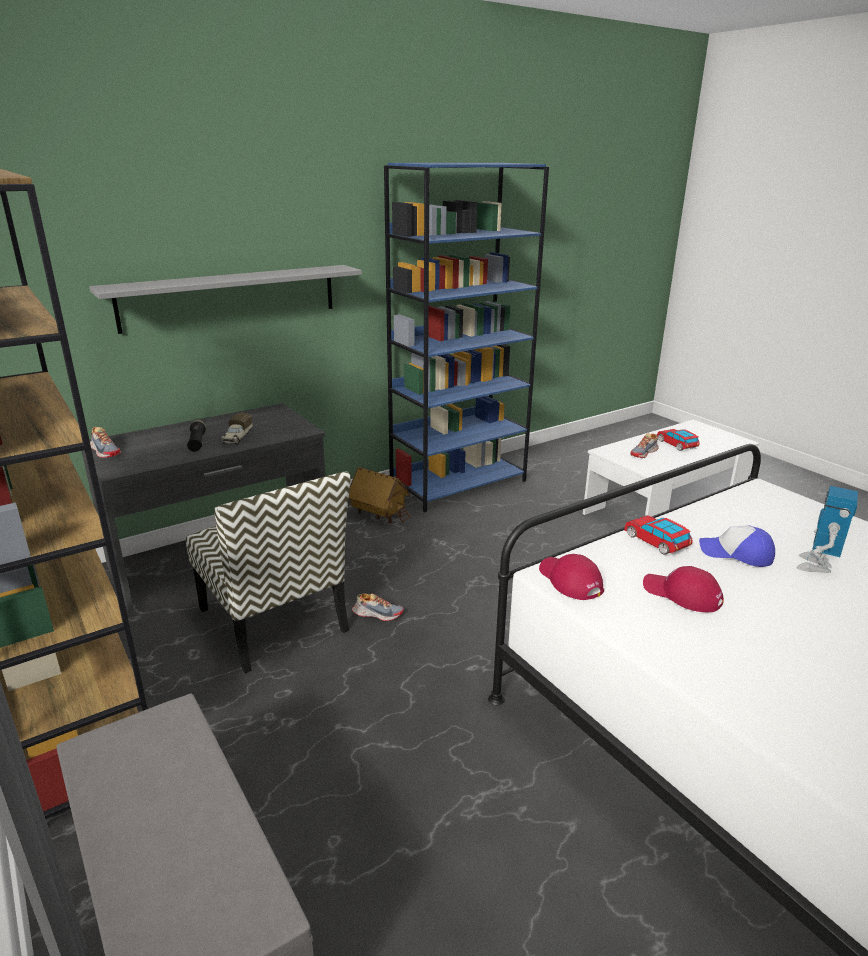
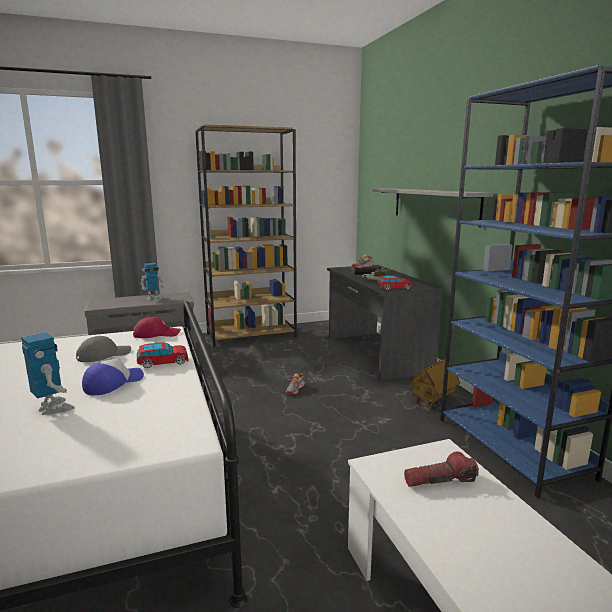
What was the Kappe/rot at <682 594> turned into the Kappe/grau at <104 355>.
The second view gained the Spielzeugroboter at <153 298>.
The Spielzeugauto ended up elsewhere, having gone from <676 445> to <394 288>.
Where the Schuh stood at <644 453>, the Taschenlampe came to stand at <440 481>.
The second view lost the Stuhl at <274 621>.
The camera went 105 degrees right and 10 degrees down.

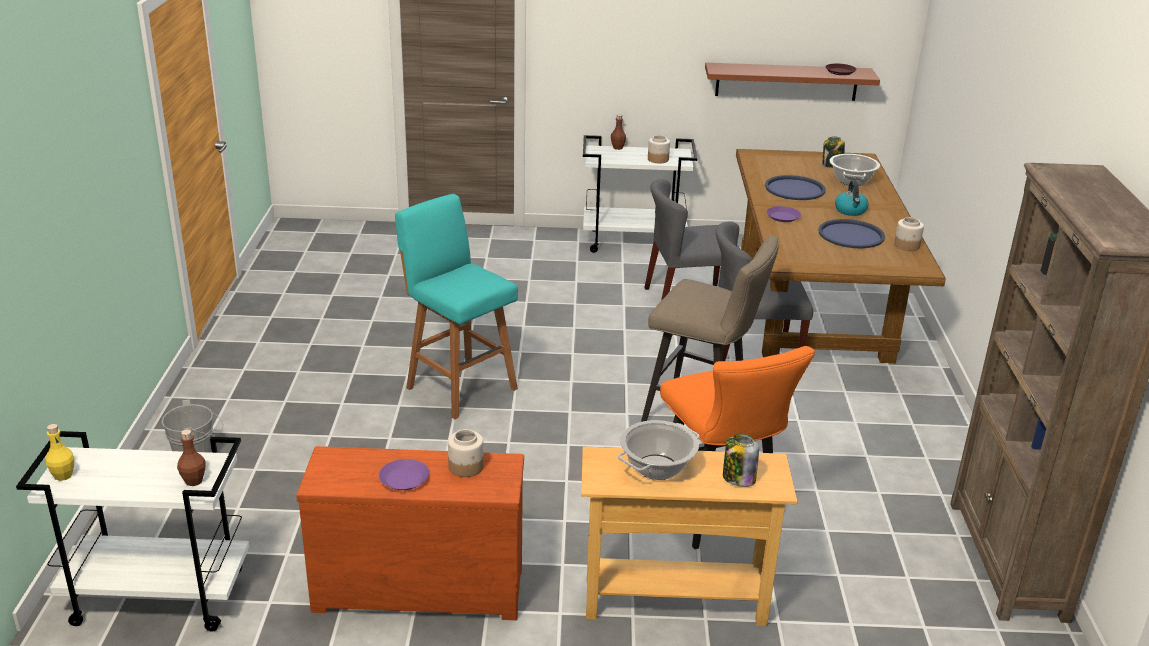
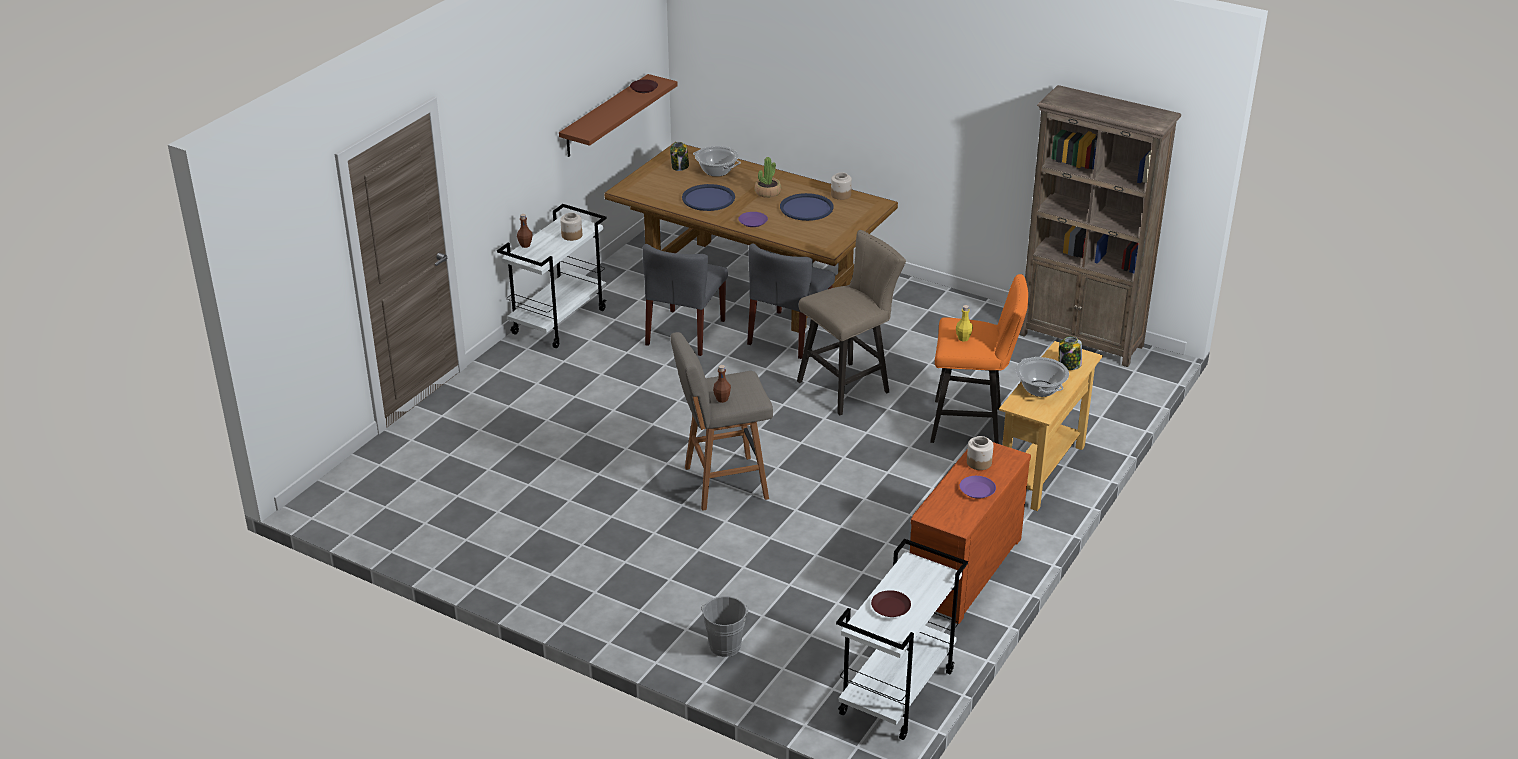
What was the Hocker/türkis at <459 387> turned into the Hocker/grau at <722 483>.
The Flasche/braun ended up elsewhere, having gone from <194 481> to <722 399>.
Where the Wasserkessel stood at <850 211>, the Topfpflanze came to stand at <767 192>.
The second view gained the Teller/braun at <891 607>.
The Flasche/gelb ended up elsewhere, having gone from <63 475> to <963 338>.
The camera went 60 degrees left and 5 degrees up.

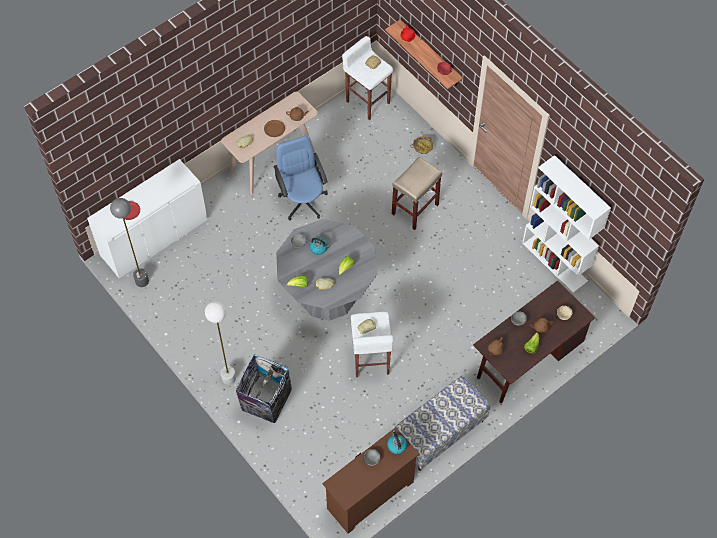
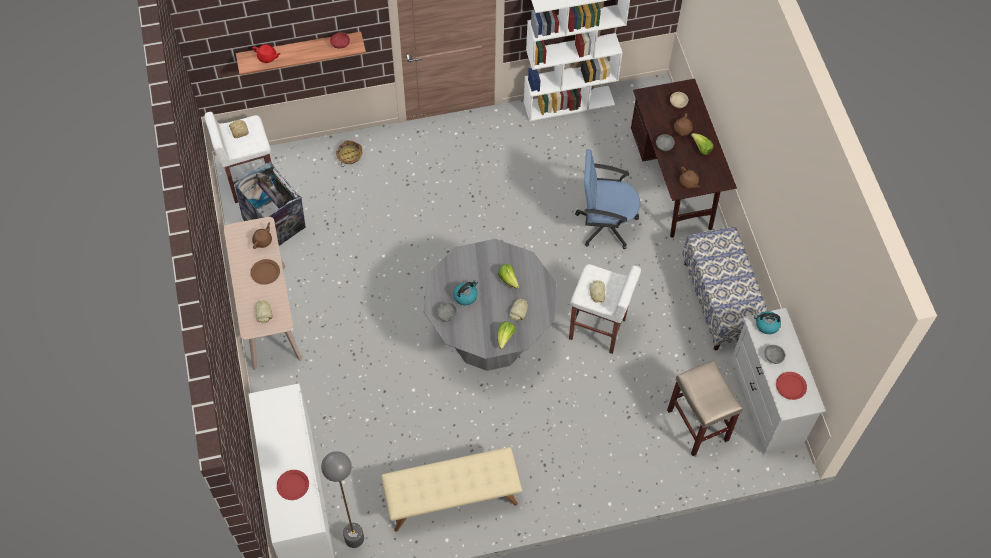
The Mülleimer ended up elsewhere, having gone from <266 401> to <275 226>.
The second view gained the Bank/beige at <452 499>.
The Bürostuhl/blau ended up elsewhere, having gone from <303 201> to <605 224>.
The Hocker/beige ended up elsewhere, having gone from <415 208> to <696 425>.
What was the Kommode/braun at <370 495> turned into the Kommode/weiß at <765 403>.
The second view gained the Teller/rot at <791 386>.
The second view lost the Stehlampe/weiß at <228 378>.
The camera went 65 degrees left and 0 degrees up.

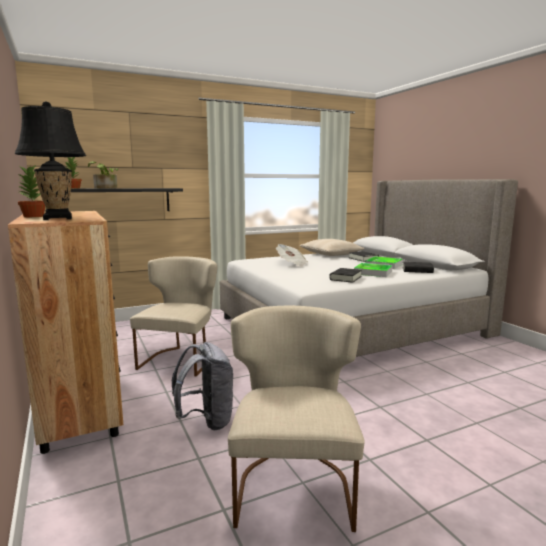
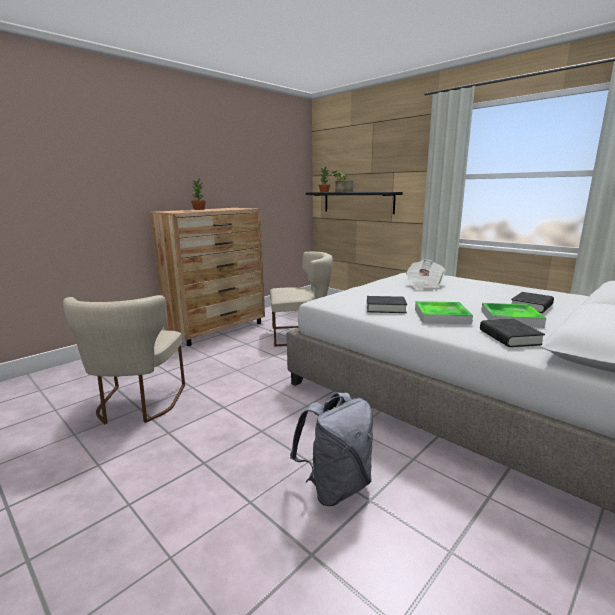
The Stuhl/beige at <293 484> ended up facing another way, 105 degrees clockwise from before.
The Rucksack/grau ended up elsewhere, having gone from <206 421> to <335 487>.
The second view lost the Tischlampe/schwarz at <58 218>.
The second view lost the Kissen/beige at <331 254>.
The camera went 70 degrees right and 5 degrees up.

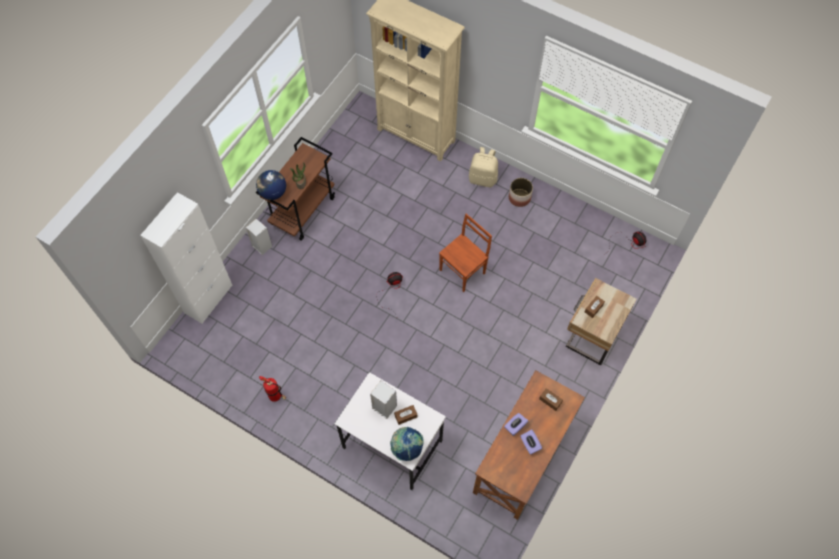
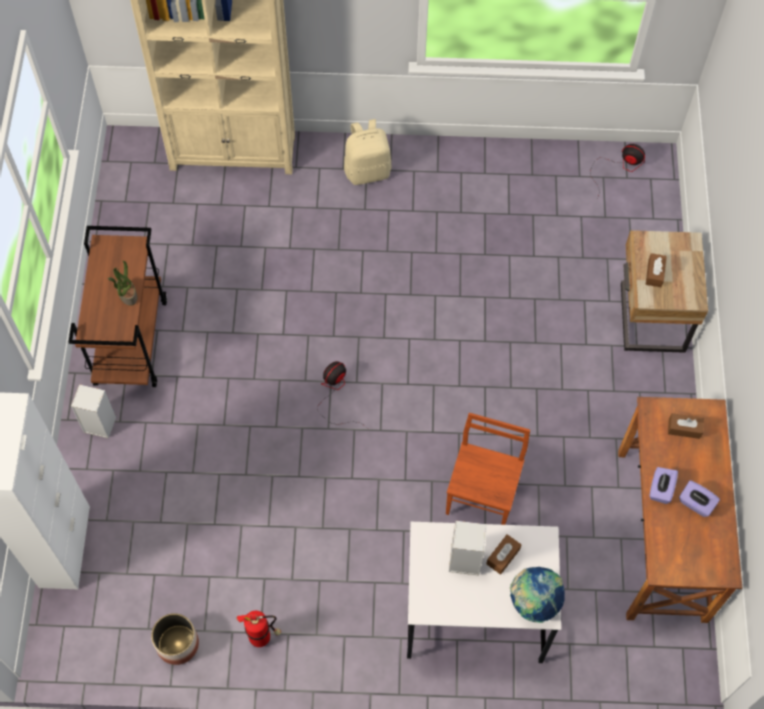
The Pflanzkübel ended up elsewhere, having gone from <519 198> to <178 644>.
The Stuhl/braun ended up elsewhere, having gone from <463 271> to <482 497>.
The second view lost the Globus at <273 193>.
The camera went 30 degrees left and 0 degrees up.

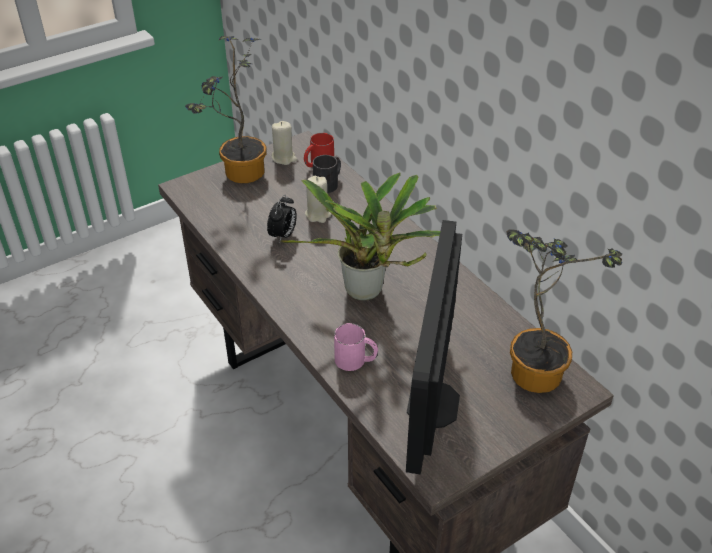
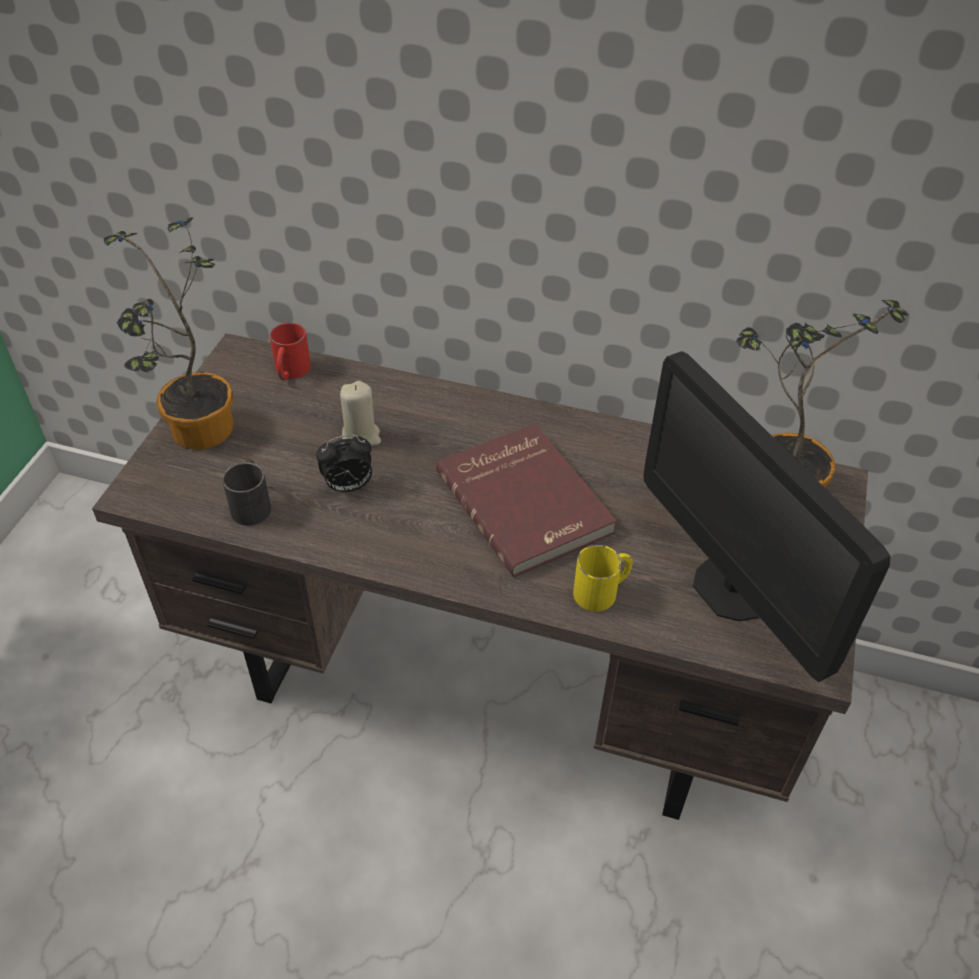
The Henkelbecher/schwarz ended up elsewhere, having gone from <329 183> to <252 503>.
The Wecker at <283 235> ended up facing another way, 90 degrees clockwise from before.
Where the Topfpflanze stood at <368 293>, the Buch/rot came to stand at <526 501>.
What was the Henkelbecher/rosa at <356 360> turned into the Henkelbecher/gelb at <602 590>.
The second view lost the Kerze/beige at <284 158>.
The camera went 40 degrees left and 5 degrees up.

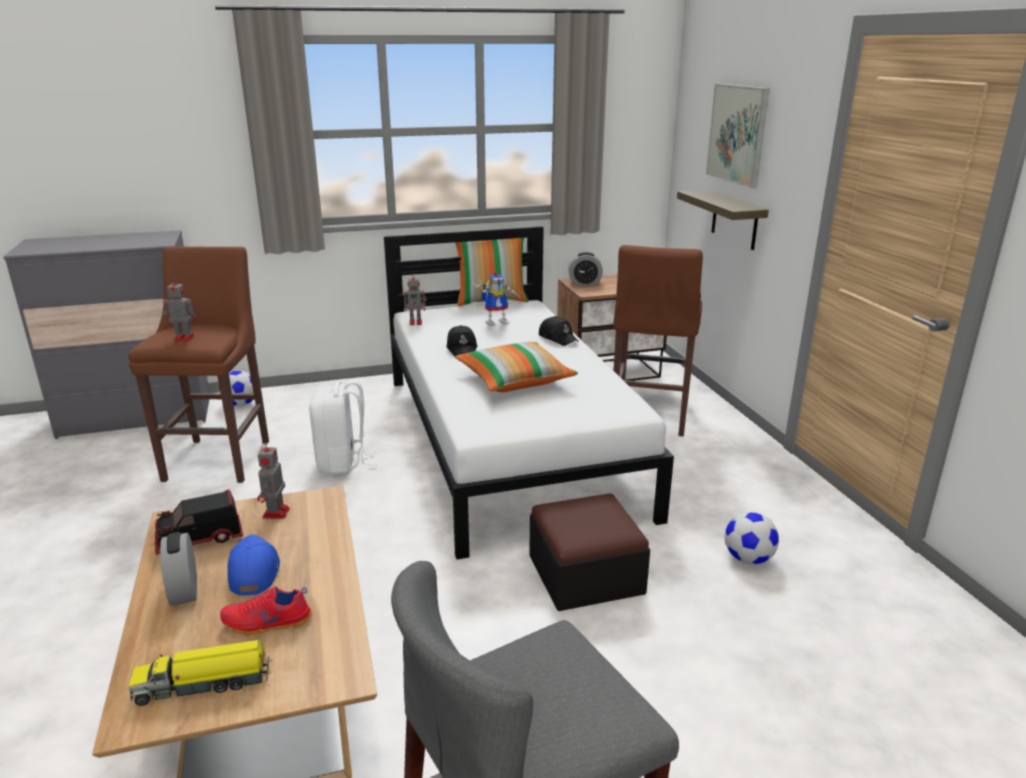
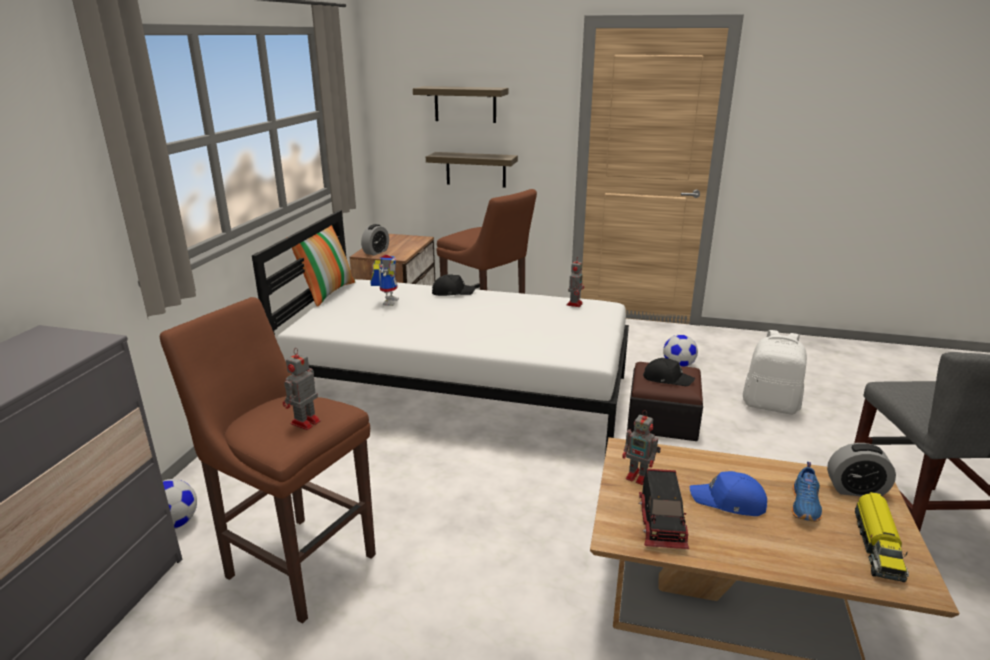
Where the Bild hung at <737 134>, the Wandregal came to hang at <465 104>.
The Spielzeugroboter ended up elsewhere, having gone from <416 322> to <574 304>.
The Kappe/schwarz ended up elsewhere, having gone from <462 348> to <667 378>.
The Rucksack/weiß ended up elsewhere, having gone from <343 463> to <770 405>.
What was the Schuh/rot at <267 623> turned into the Schuh/blau at <805 506>.
The Wecker ended up elsewhere, having gone from <184 590> to <855 490>.
The second view lost the Kissen at <515 381>.
The camera went 60 degrees left and 0 degrees up.

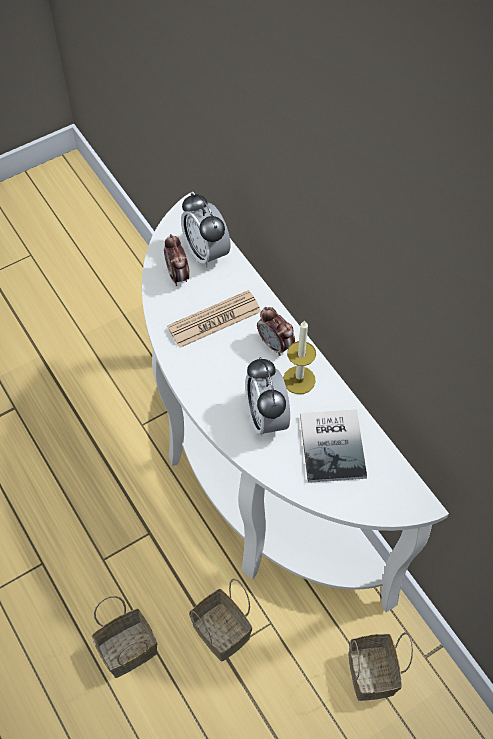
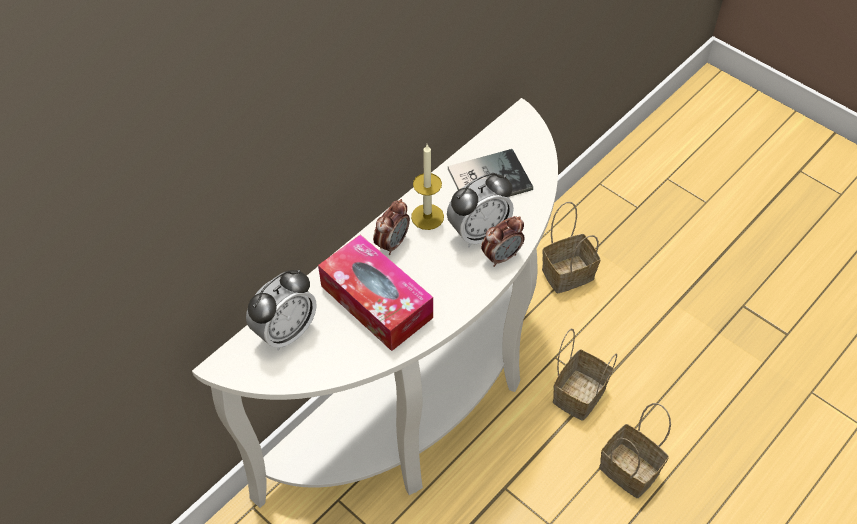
Where the Zeitung stood at <214 319>, the Taschentuchbox came to stand at <376 302>.
The Wecker ended up elsewhere, having gone from <178 276> to <501 256>.
The camera went 105 degrees left and 5 degrees down.

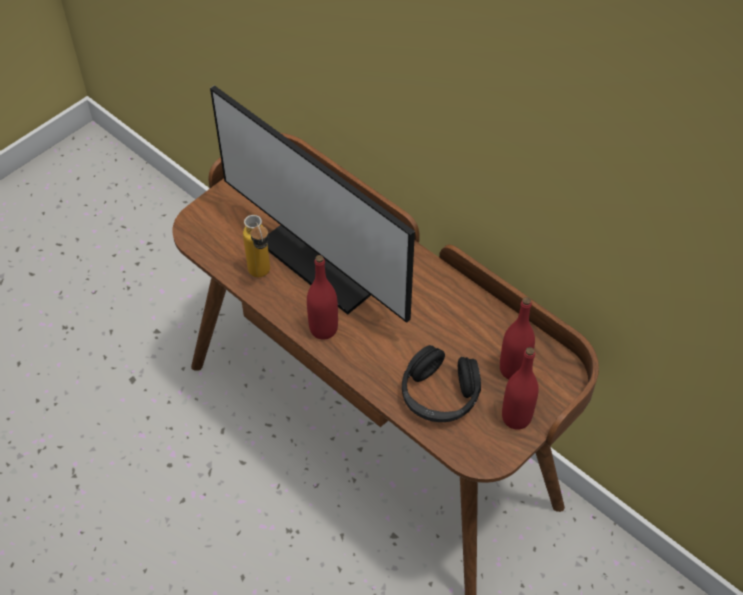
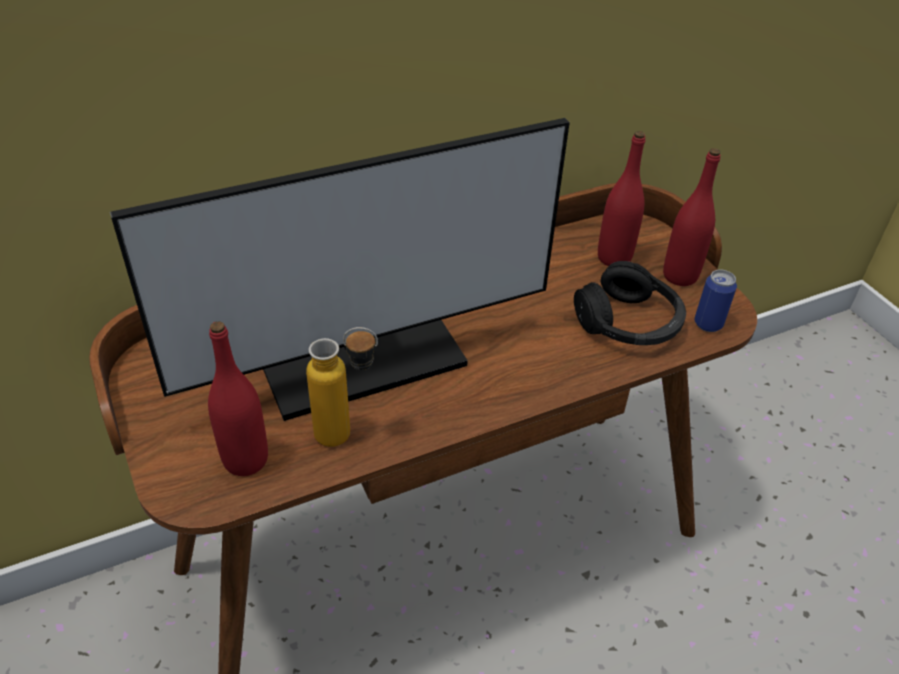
The Flasche/rot ended up elsewhere, having gone from <323 329> to <245 460>.
The second view gained the Dose at <708 324>.
The camera went 70 degrees left and 10 degrees down.

